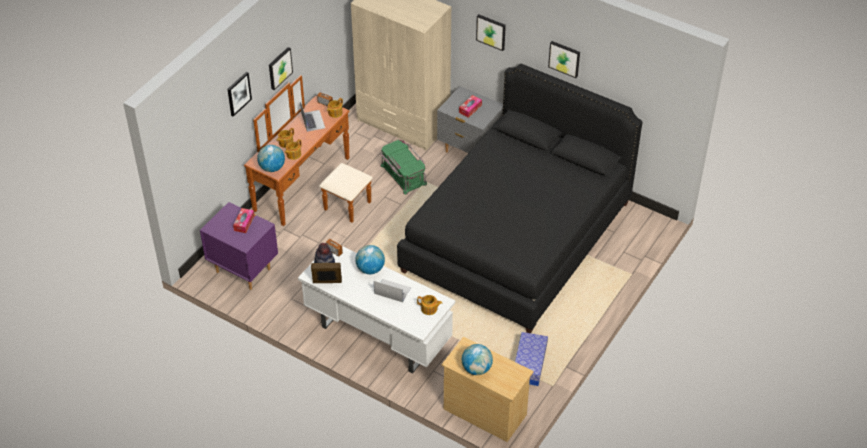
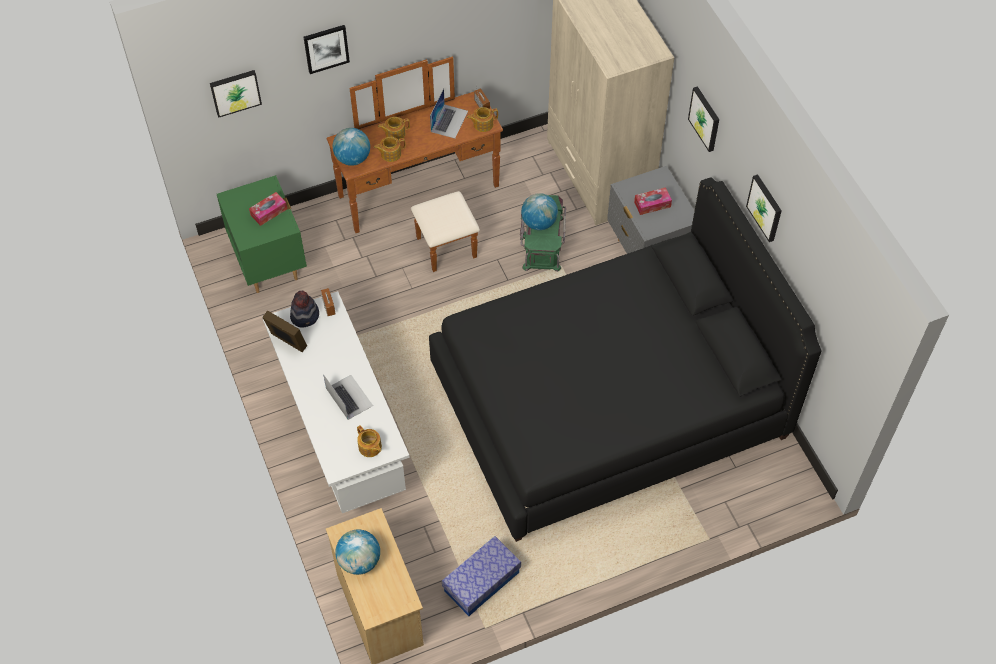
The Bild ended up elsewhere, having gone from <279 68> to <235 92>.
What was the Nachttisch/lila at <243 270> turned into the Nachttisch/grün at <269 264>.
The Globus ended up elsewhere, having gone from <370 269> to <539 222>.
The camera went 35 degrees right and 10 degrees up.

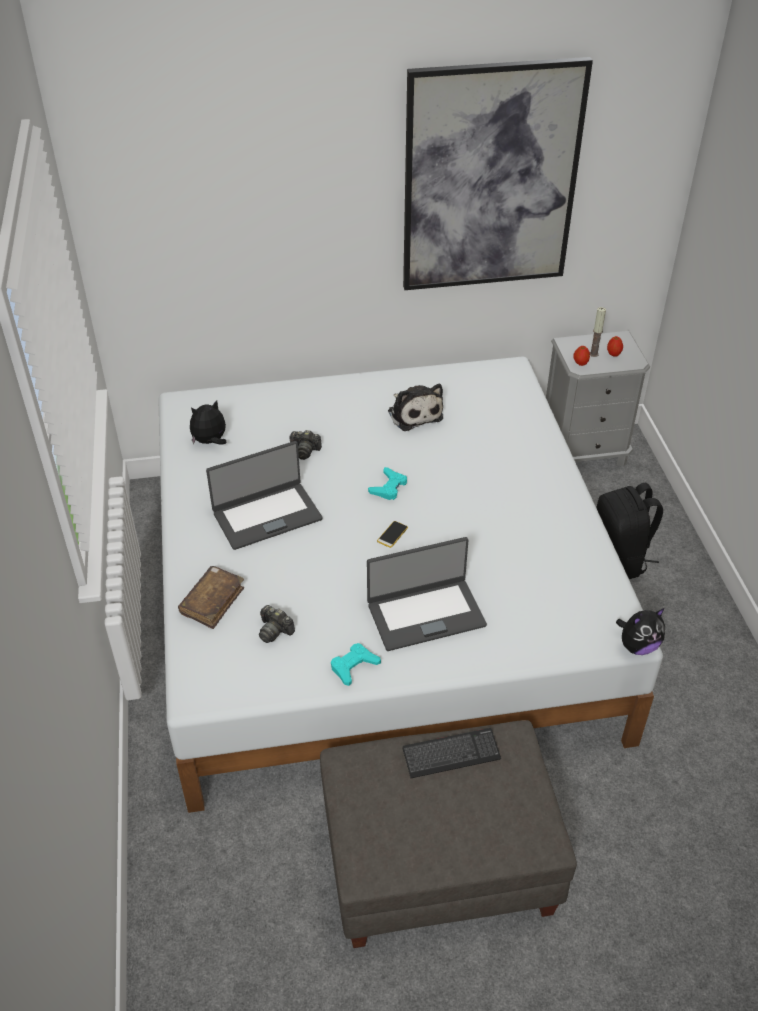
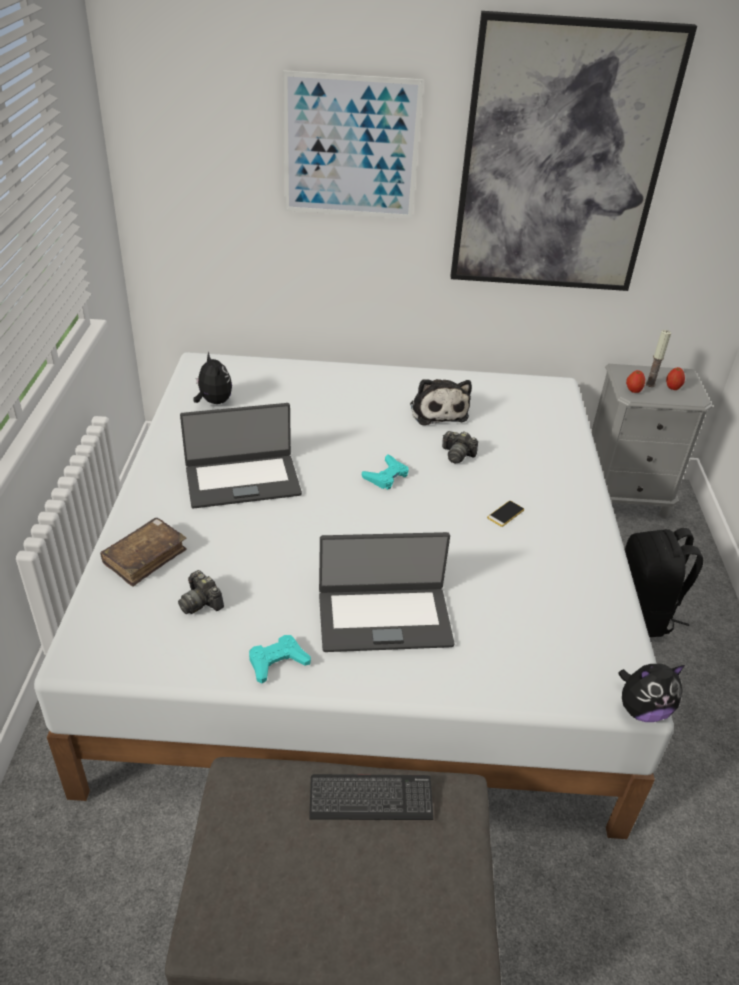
The Plüschtier at <210 442> ended up facing another way, 75 degrees clockwise from before.
The second view gained the Bild at <350 147>.
The Kamera ended up elsewhere, having gone from <305 450> to <457 455>.
The Handy ended up elsewhere, having gone from <392 534> to <505 514>.
The camera went 10 degrees right and 5 degrees down.

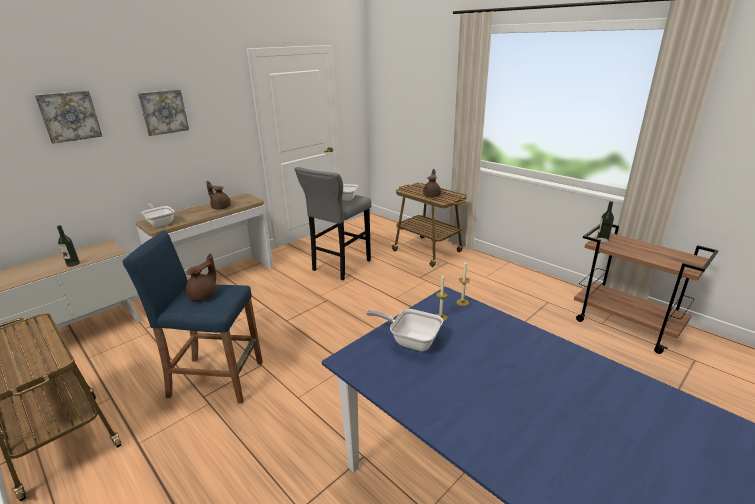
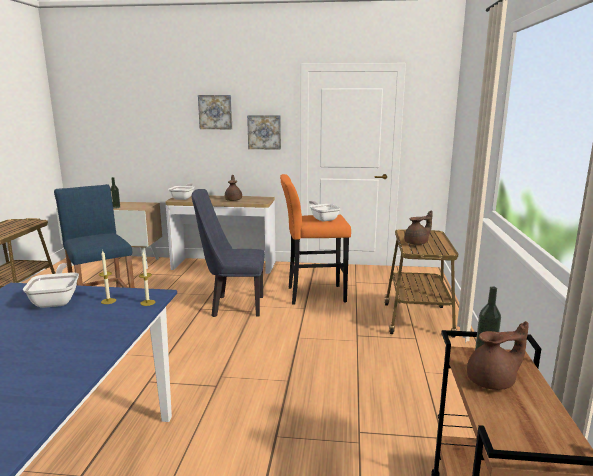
The second view gained the Stuhl/blau at <232 306>.
The Bild ended up elsewhere, having gone from <69 116> to <264 132>.
What was the Hocker/grau at <340 266> turned into the Hocker/orange at <312 294>.
The Teekanne/braun ended up elsewhere, having gone from <204 295> to <493 382>.
The camera went 50 degrees right and 10 degrees down.

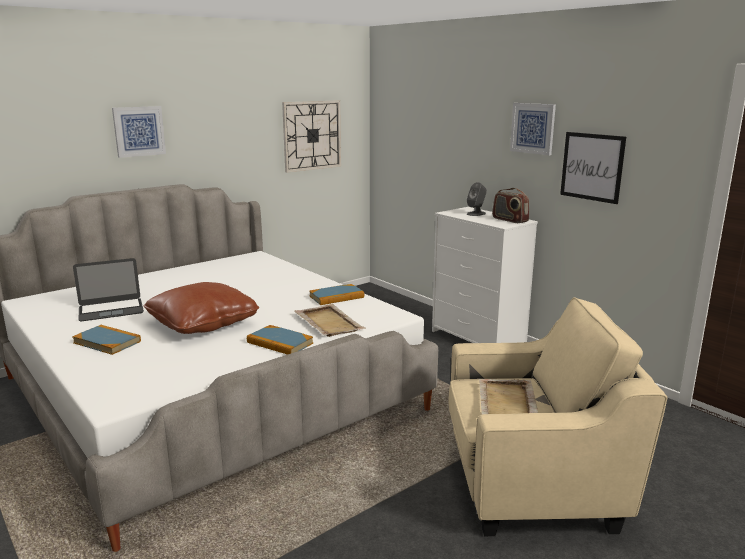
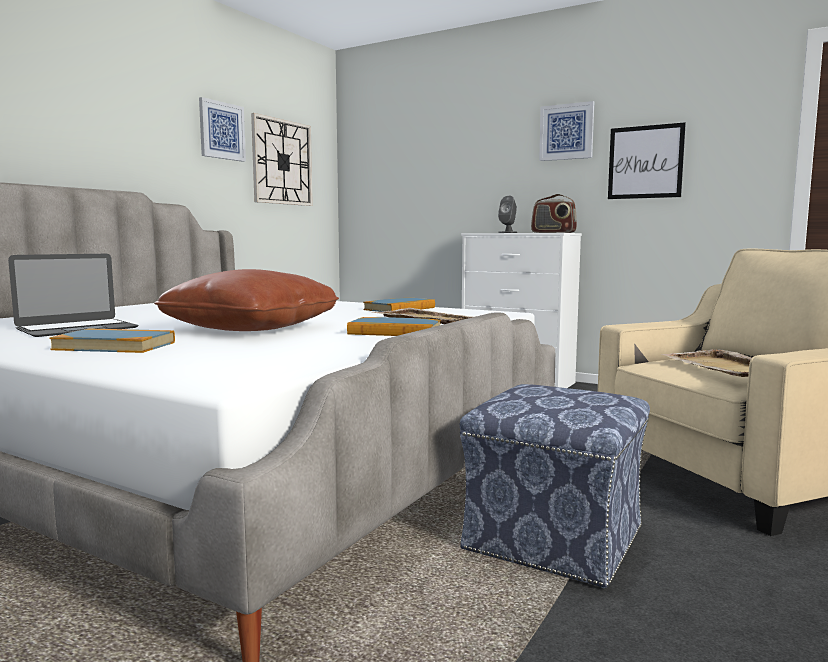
The Bild ended up elsewhere, having gone from <139 131> to <221 130>.
The second view gained the Polsterhocker at <554 537>.
The camera went 20 degrees left and 10 degrees down.

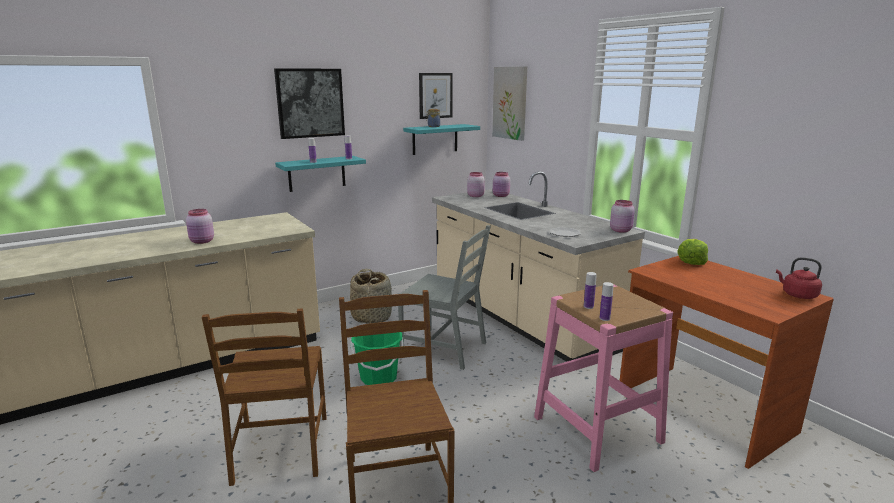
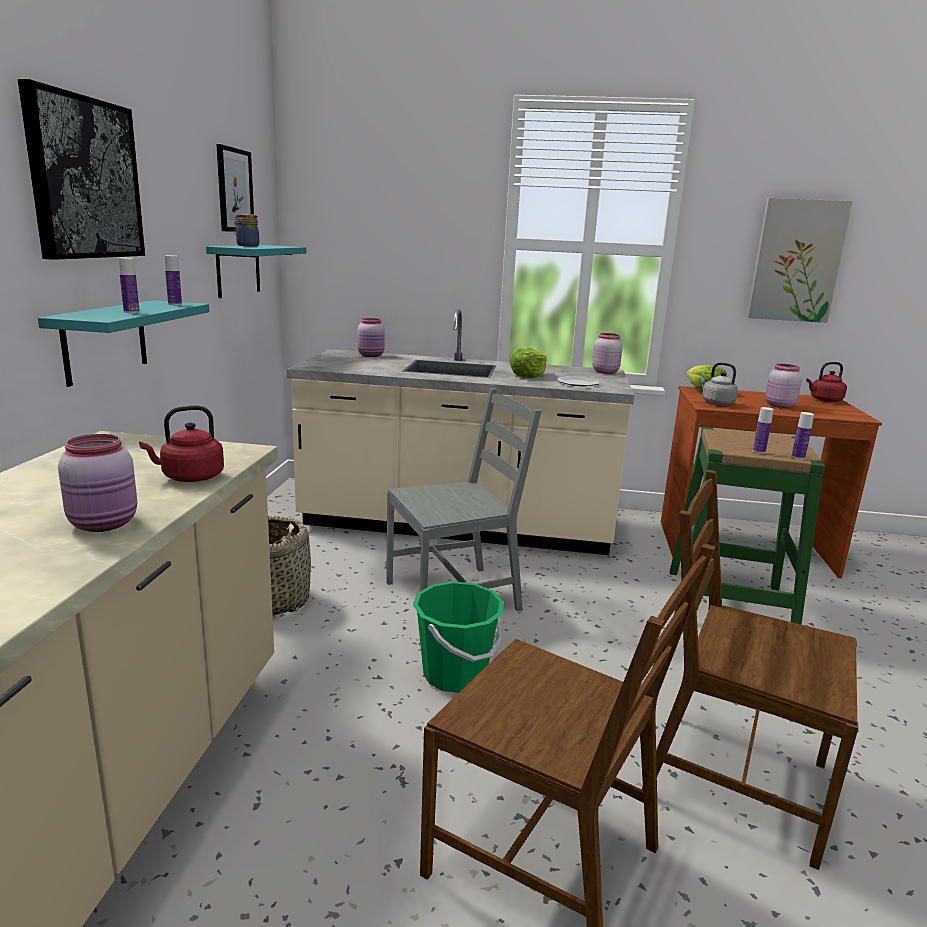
The second view gained the Wasserkessel/rot at <189 477>.
The second view gained the Salatkopf at <528 376>.
What was the Hocker/rosa at <597 429> turned into the Hocker/grün at <728 603>.
The second view gained the Wasserkessel/grau at <716 402>.
The Bild ended up elsewhere, having gone from <510 103> to <796 261>.
The Vorratsglas/rosa ended up elsewhere, having gone from <475 196> to <778 405>.
The camera went 50 degrees left and 0 degrees up.

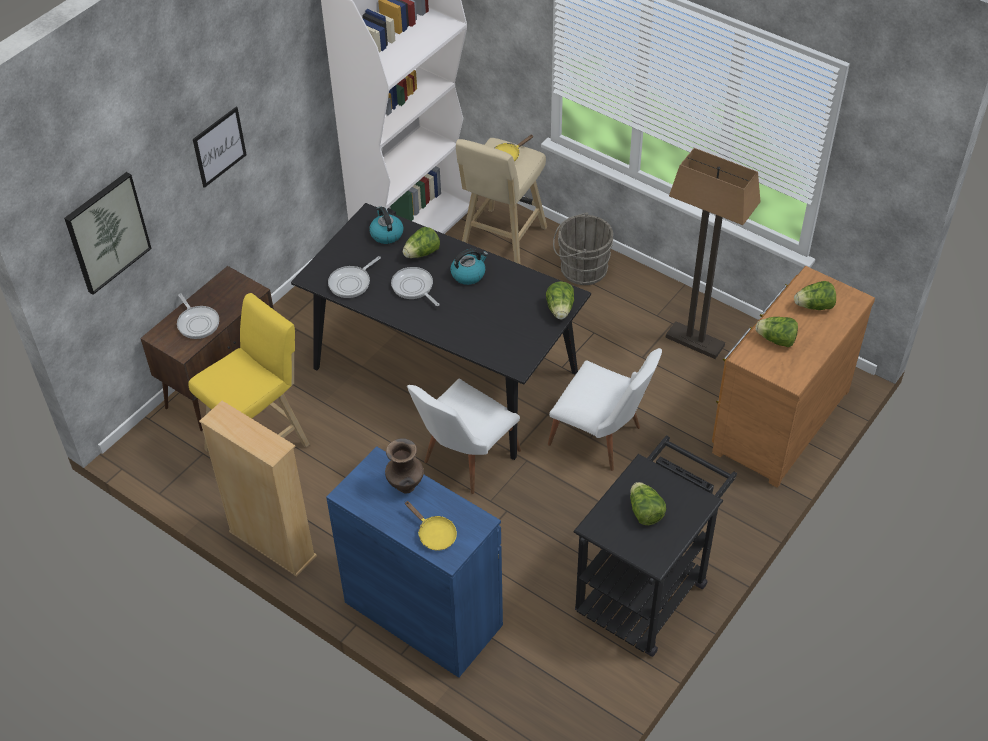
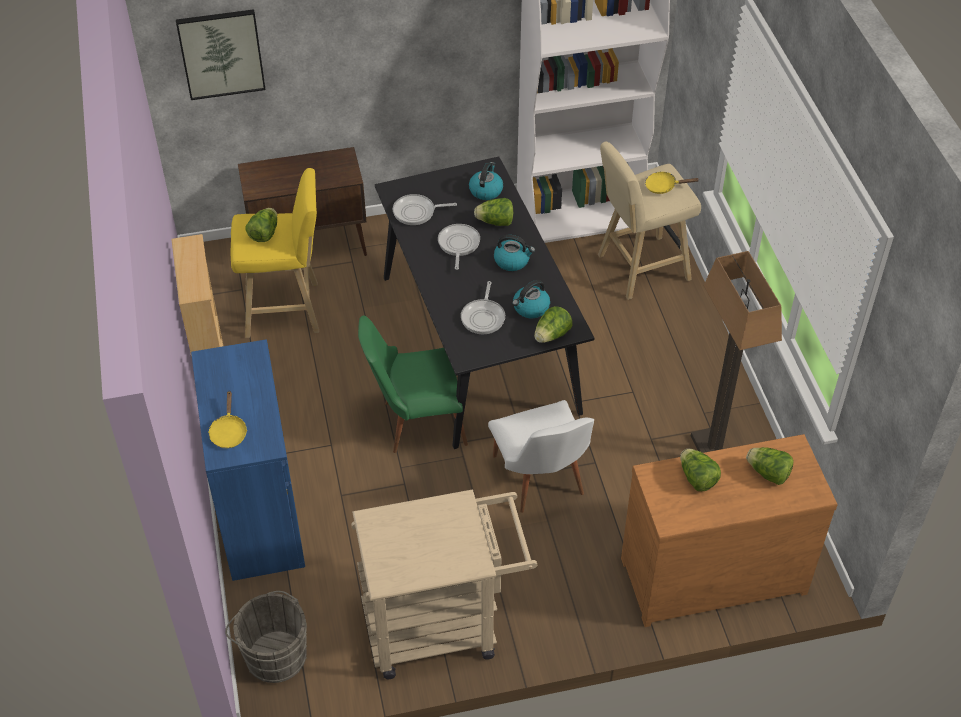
The Eimer/grau ended up elsewhere, having gone from <580 269> to <273 654>.
The Salatkopf ended up elsewhere, having gone from <644 512> to <264 233>.
What was the Rollwagen/schwarz at <647 589> turned into the Rollwagen/beige at <442 625>.
What was the Stuhl/weiß at <464 460> turned into the Stuhl/grün at <415 422>.
The Pfanne ended up elsewhere, having gone from <197 323> to <483 317>.
The second view gained the Wasserkessel at <530 308>.
The second view lost the Bild at <219 147>.
The second view lost the Vase/braun at <406 486>.
The camera went 40 degrees right and 0 degrees up.

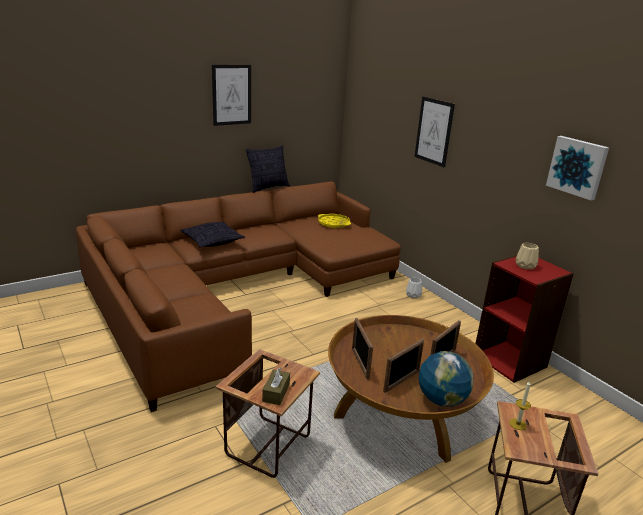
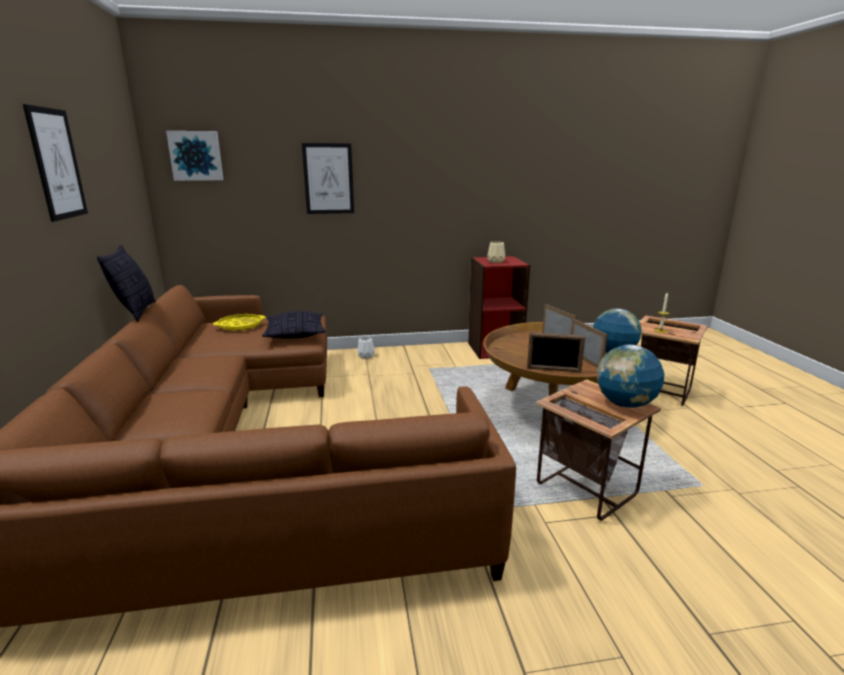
The Bild ended up elsewhere, having gone from <577 167> to <196 156>.
The Kissen ended up elsewhere, having gone from <212 242> to <295 334>.
Where the Taschentuchbox/braun stood at <276 392>, the Globus came to stand at <625 404>.
The camera went 65 degrees left and 5 degrees down.

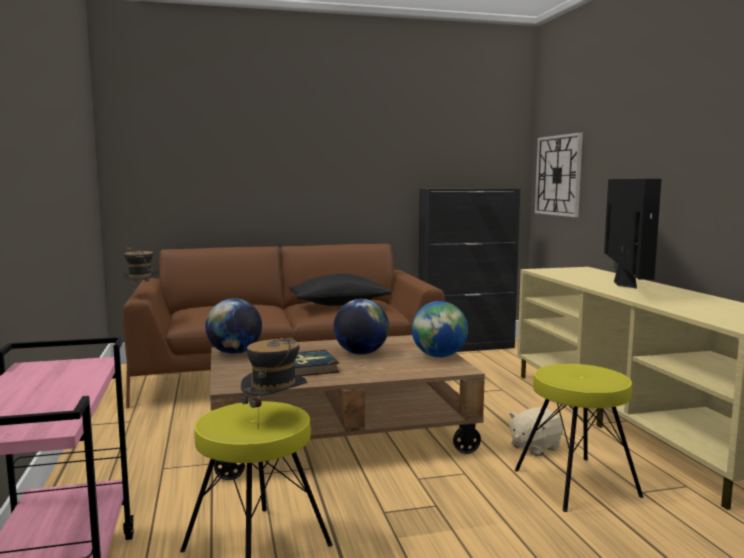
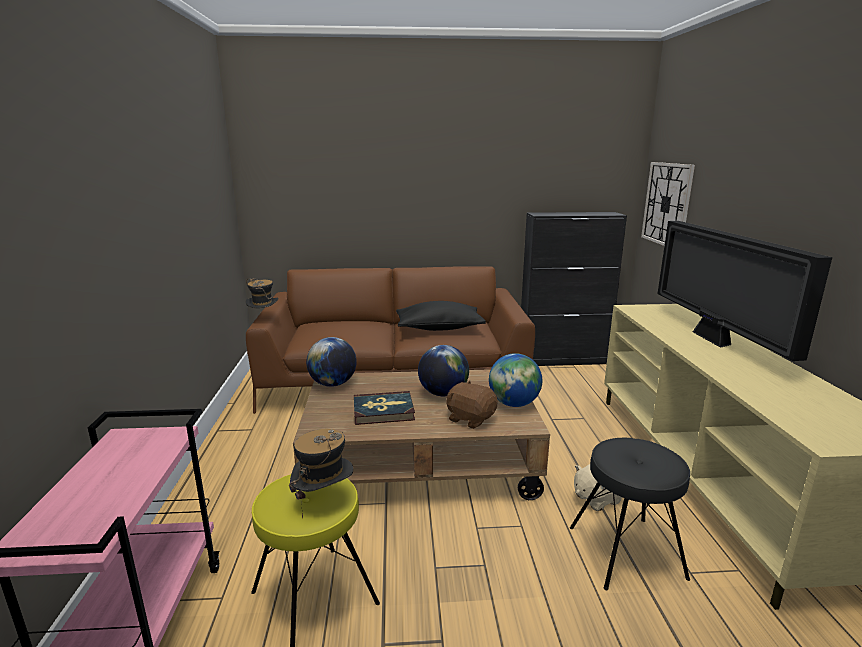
The second view gained the Plüschtier/braun at <470 418>.
What was the Hocker/gelb at <577 483> turned into the Hocker/schwarz at <627 552>.
The Fernseher at <625 284> ended up facing another way, 150 degrees clockwise from before.
The camera went 10 degrees right and 10 degrees up.

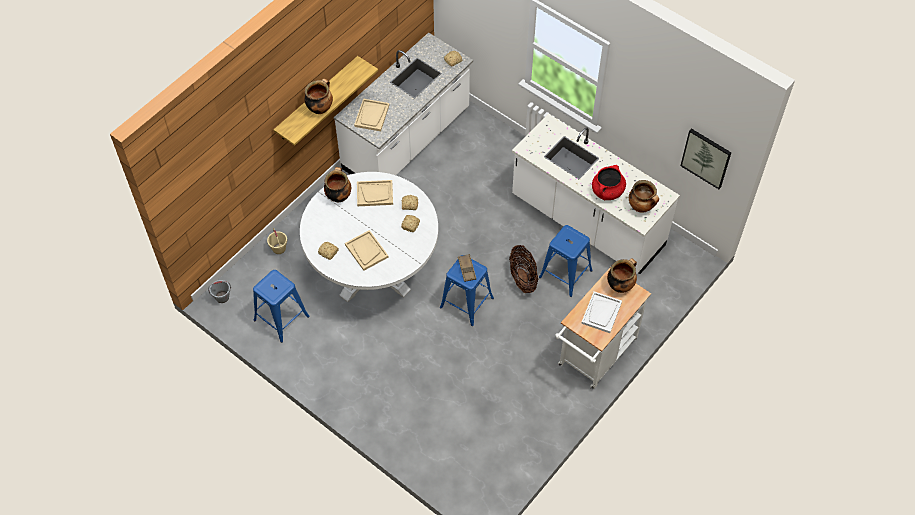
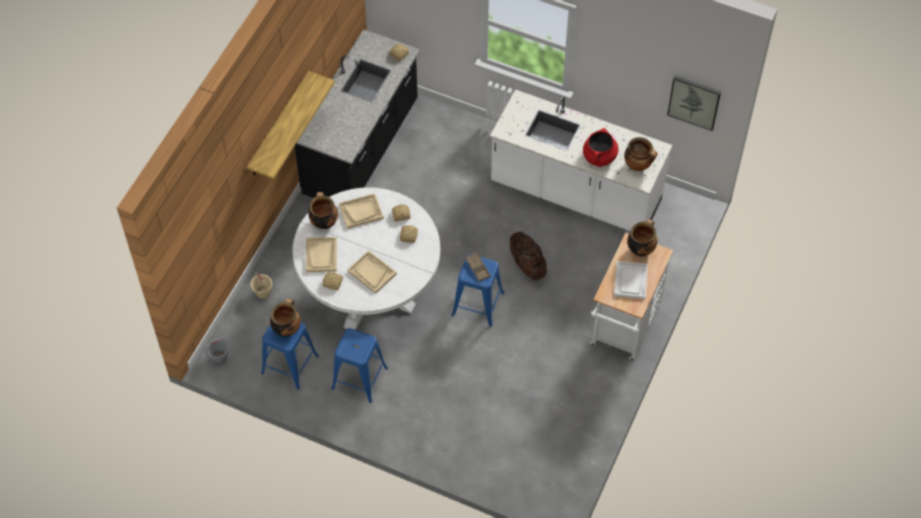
The Kochtopf ended up elsewhere, having gone from <320 108> to <286 328>.
What was the Küchenzeile/weiß at <407 140> turned into the Küchenzeile/schwarz at <362 148>.
The Tablett/beige ended up elsewhere, having gone from <372 116> to <321 255>.
The Hocker/blau ended up elsewhere, having gone from <565 273> to <359 378>.
The camera went 15 degrees left and 0 degrees up.

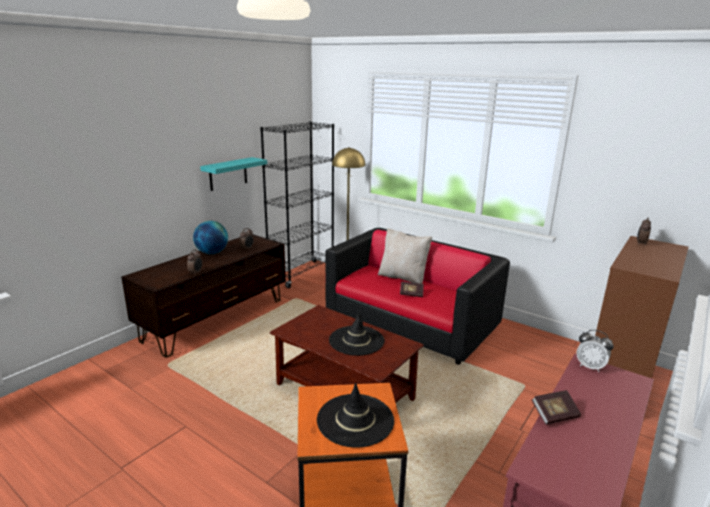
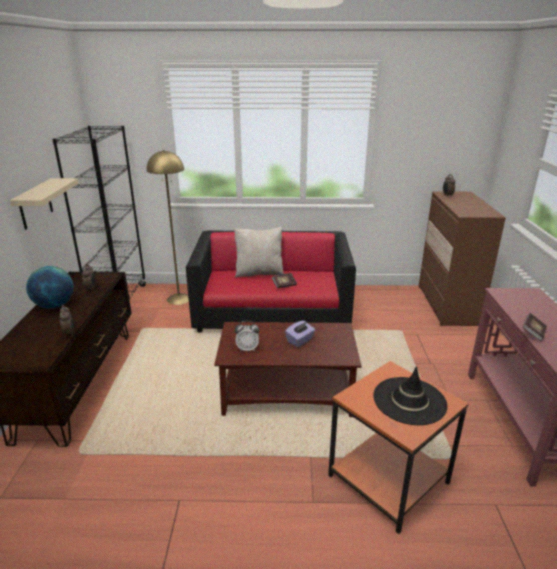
What was the Wandregal/türkis at <228 174> turned into the Wandregal/beige at <35 204>.
The Wecker ended up elsewhere, having gone from <590 366> to <247 349>.
Where the Hut/schwarz stood at <356 340>, the Taschentuchbox/lila came to stand at <300 340>.
The camera went 35 degrees left and 5 degrees up.

